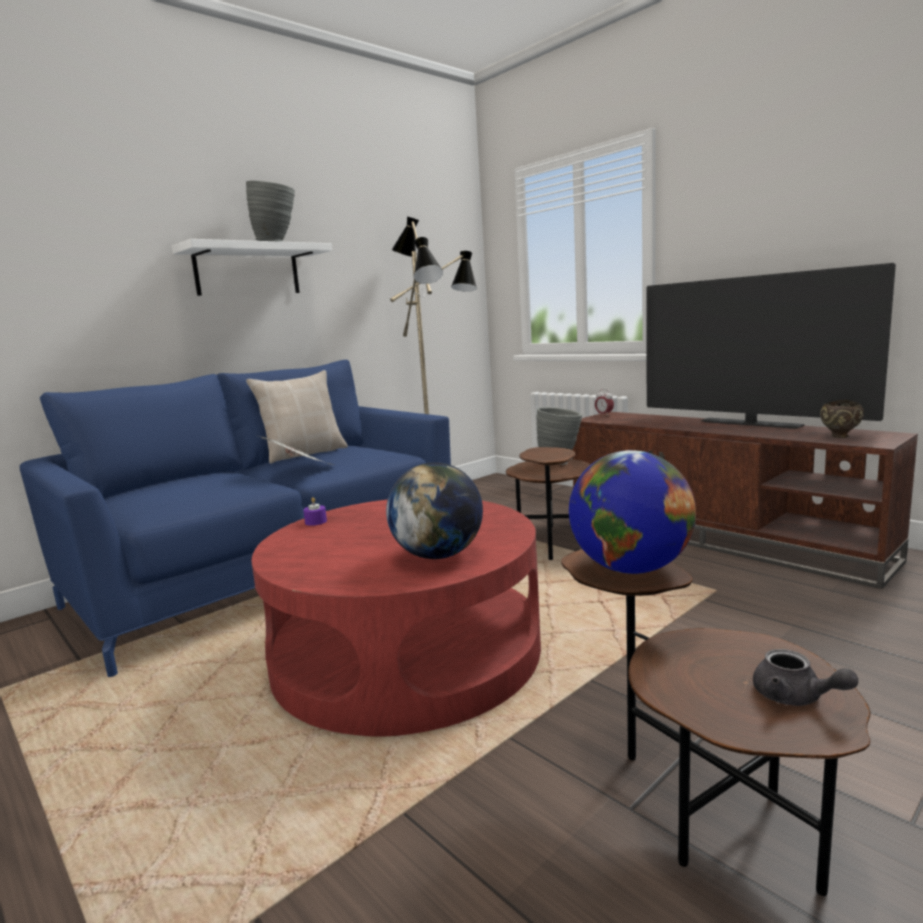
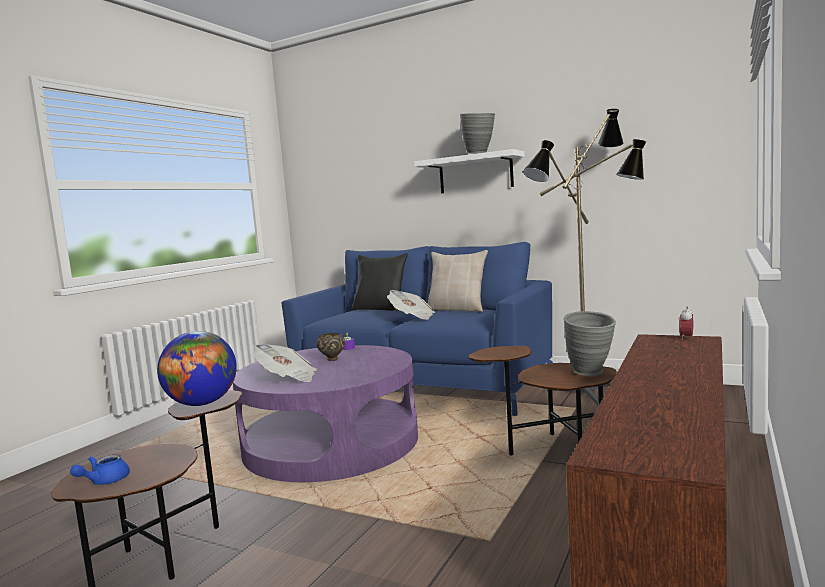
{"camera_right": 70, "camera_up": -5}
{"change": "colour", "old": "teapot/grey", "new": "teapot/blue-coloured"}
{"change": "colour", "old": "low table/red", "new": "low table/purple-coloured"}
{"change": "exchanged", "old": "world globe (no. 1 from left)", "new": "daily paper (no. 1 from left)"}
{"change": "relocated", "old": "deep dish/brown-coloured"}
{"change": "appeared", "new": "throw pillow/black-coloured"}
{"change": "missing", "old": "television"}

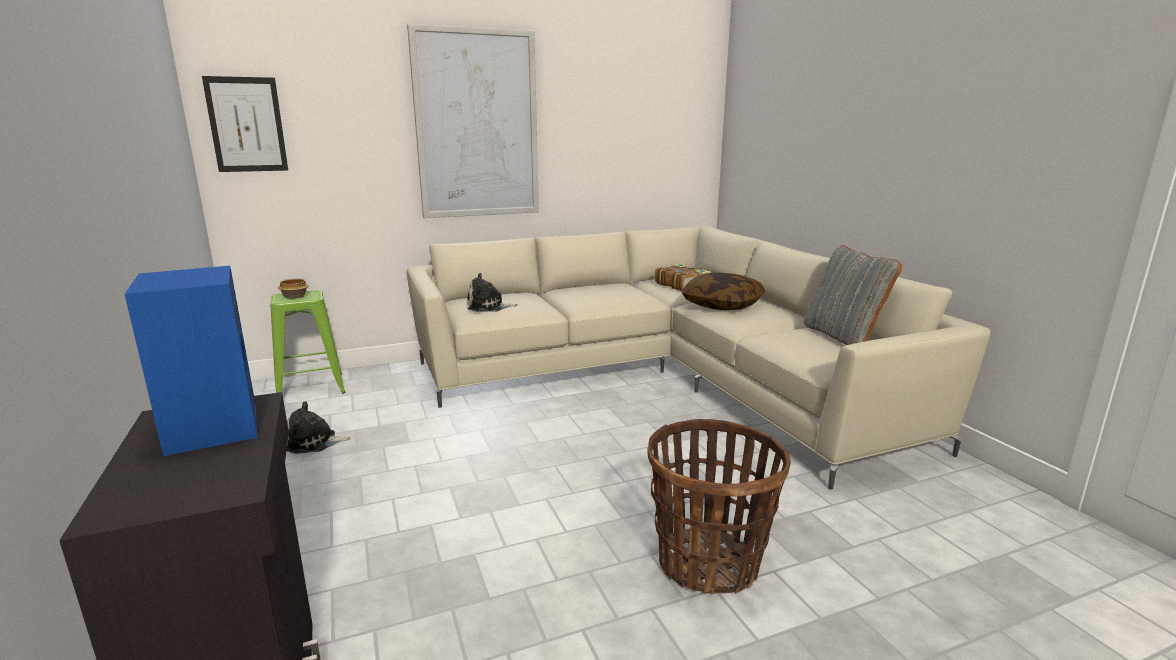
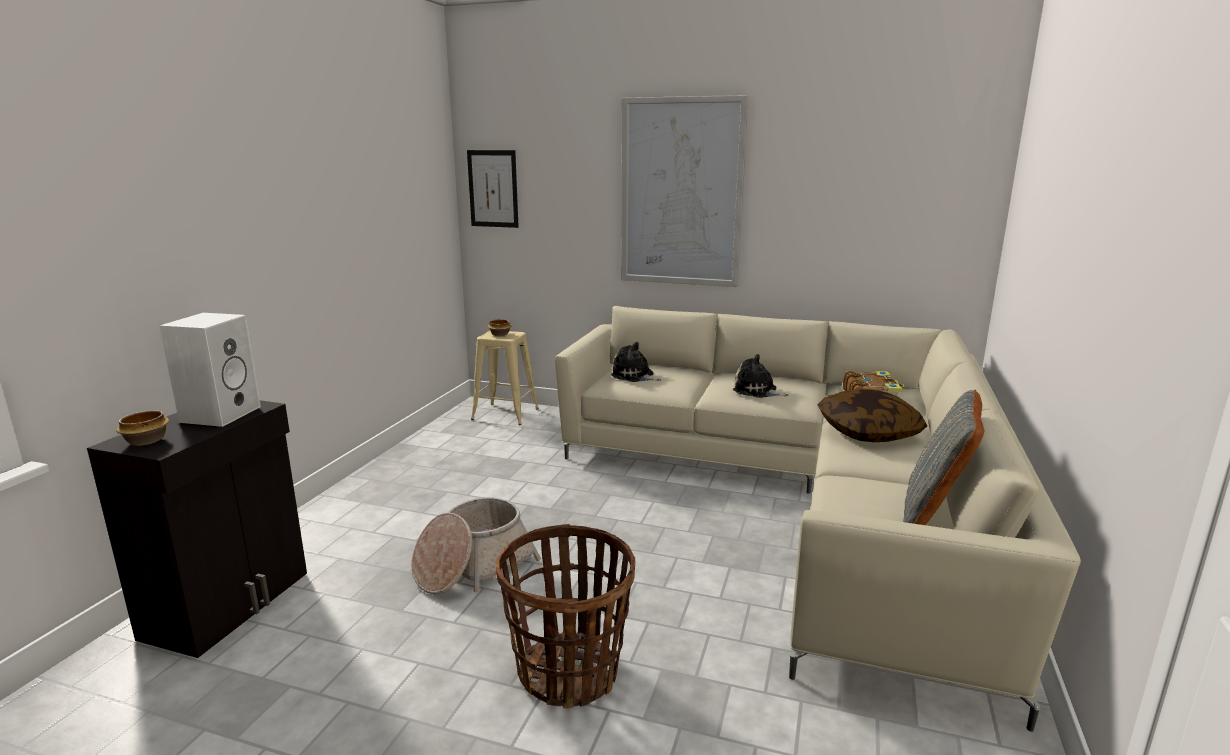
{"camera_right": 40, "camera_up": 0}
{"change": "appeared", "new": "deep dish (no. 1 from left)"}
{"change": "colour", "old": "audio speaker/blue-coloured", "new": "audio speaker/white"}
{"change": "appeared", "new": "storage basket (no. 1 from left)"}
{"change": "colour", "old": "stool seat/greenish", "new": "stool seat/sand-coloured"}
{"change": "relocated", "old": "soft toy (no. 1 from left in the first image)", "new": "soft toy (no. 2 from left)"}

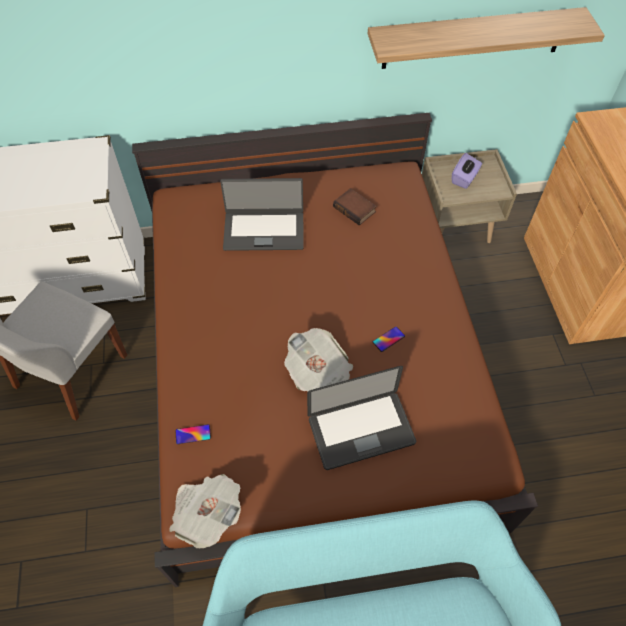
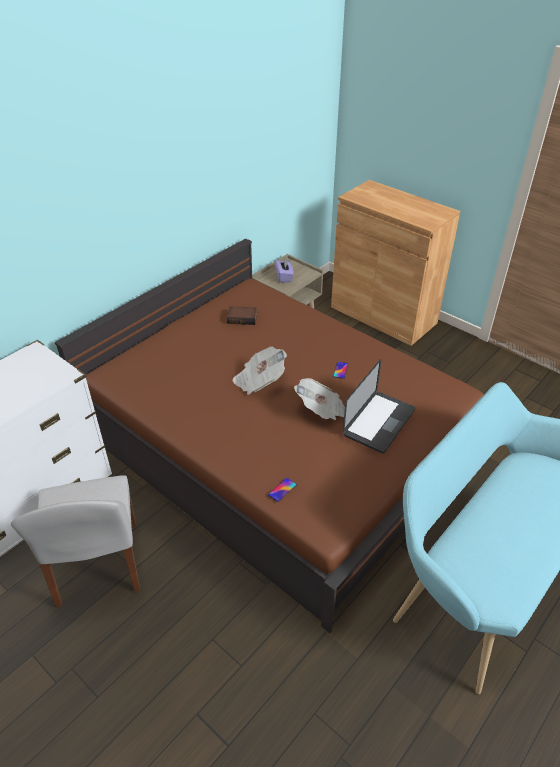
{"camera_right": -40, "camera_up": -15}
{"change": "relocated", "old": "daily paper (no. 1 from left)"}
{"change": "missing", "old": "portable computer (no. 1 from left)"}
{"change": "missing", "old": "bracket shelf"}

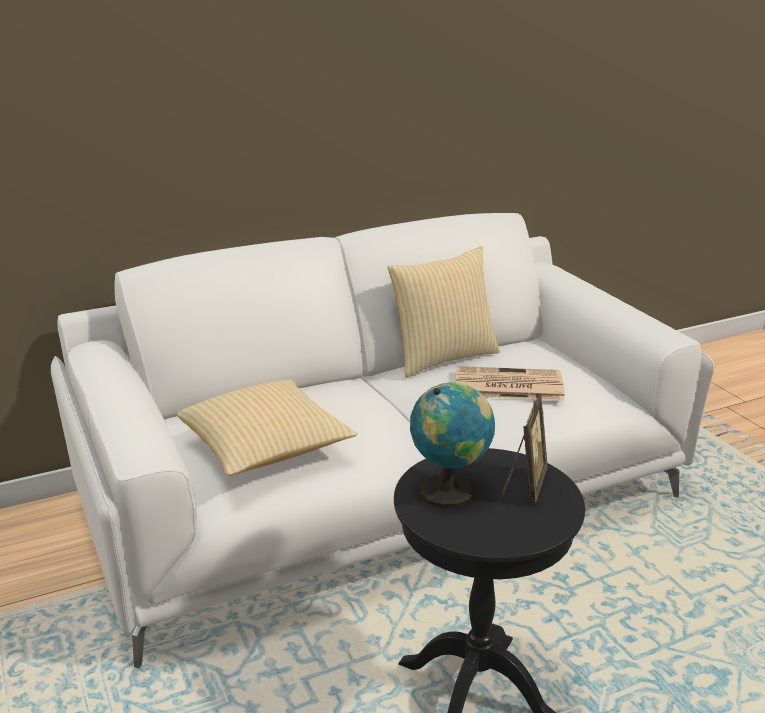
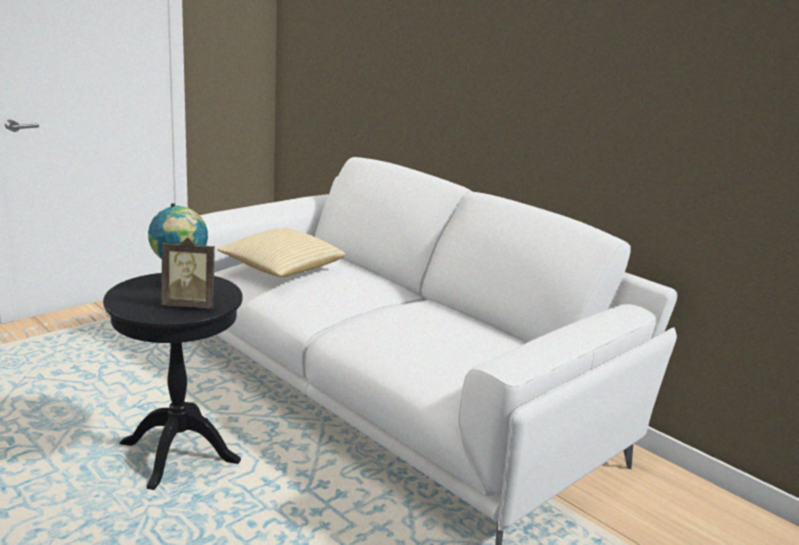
{"camera_right": 70, "camera_up": -5}
{"change": "missing", "old": "throw pillow (no. 2 from left)"}
{"change": "missing", "old": "daily paper"}

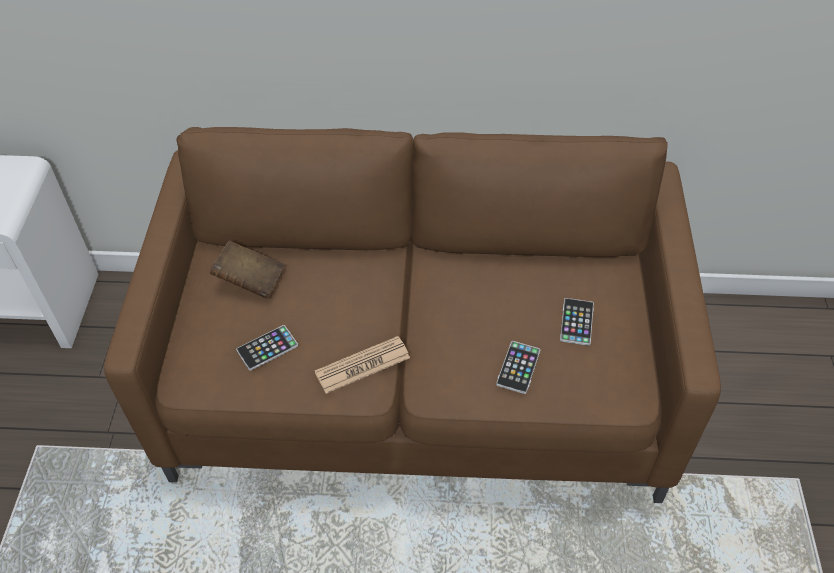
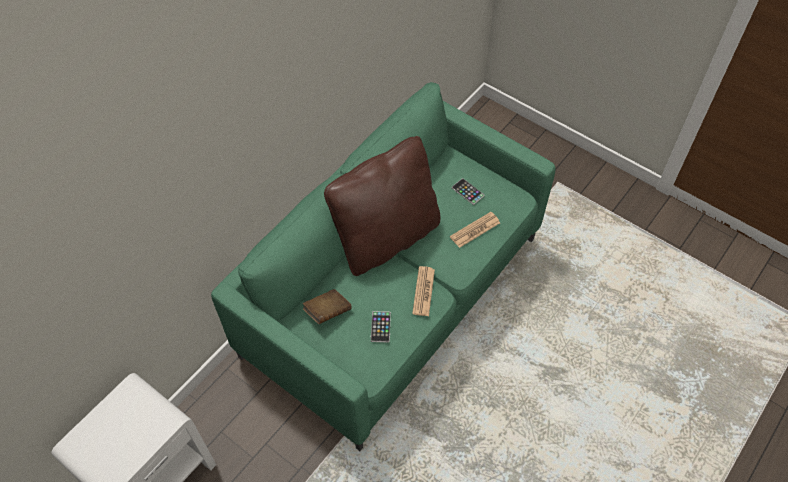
{"camera_right": -55, "camera_up": 5}
{"change": "colour", "old": "couch/brown-coloured", "new": "couch/greenish"}
{"change": "appeared", "new": "throw pillow/brown-coloured"}
{"change": "exchanged", "old": "phone (no. 2 from left)", "new": "daily paper (no. 2 from left)"}

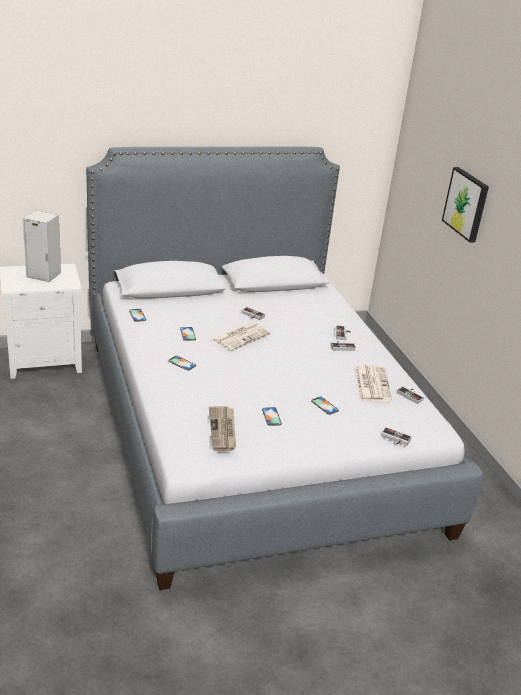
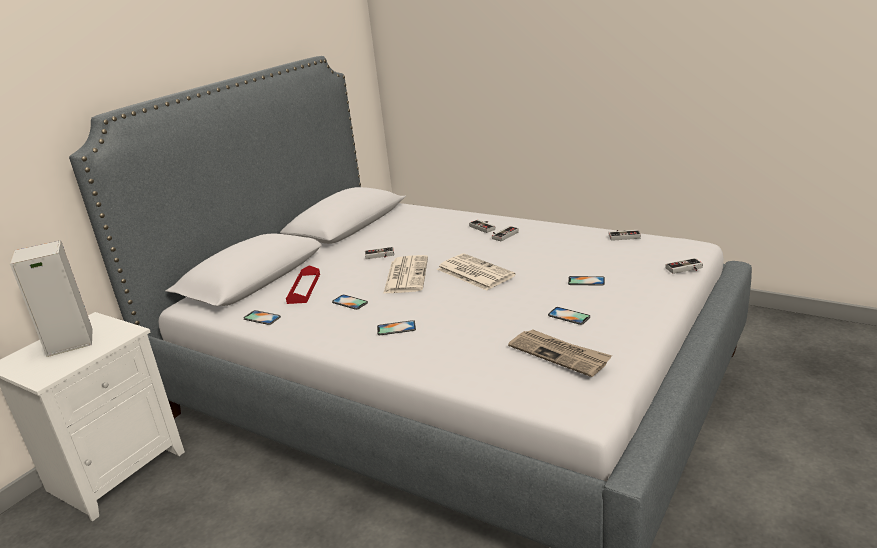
{"camera_right": -35, "camera_up": -5}
{"change": "appeared", "new": "carrying tray/red"}
{"change": "relocated", "old": "daily paper (no. 3 from left in the first image)", "new": "daily paper (no. 2 from left)"}
{"change": "missing", "old": "picture"}

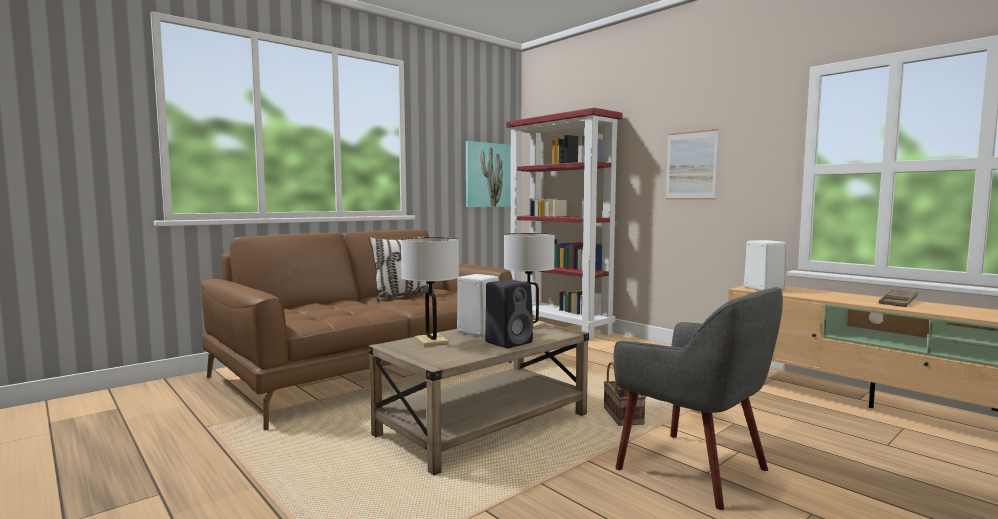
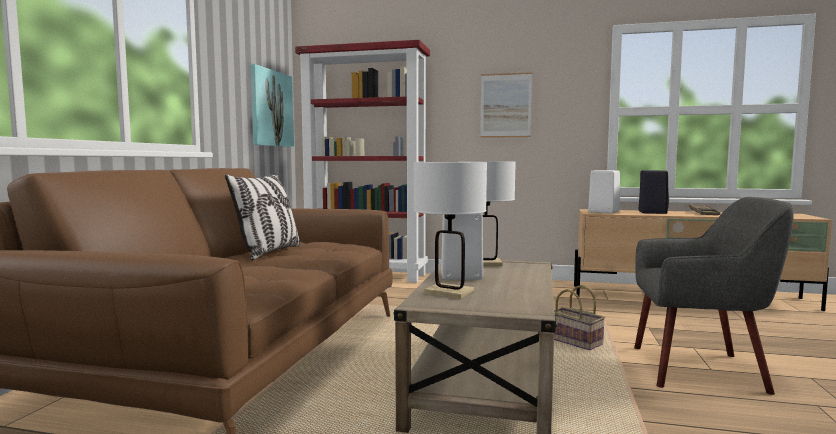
{"camera_right": -35, "camera_up": 0}
{"change": "relocated", "old": "audio speaker/black-coloured"}

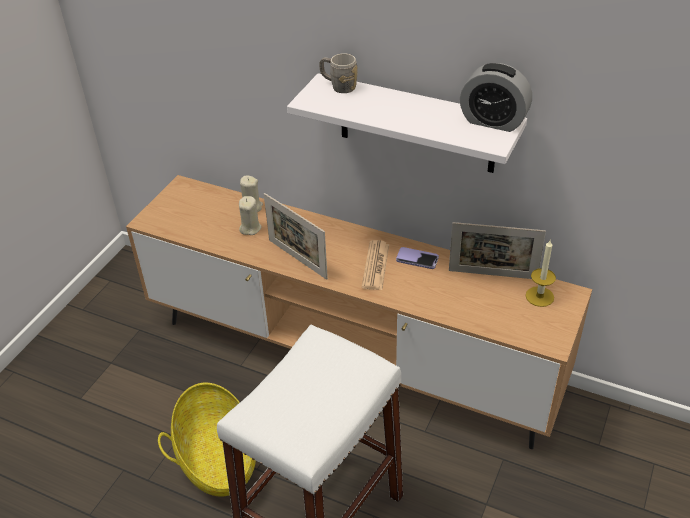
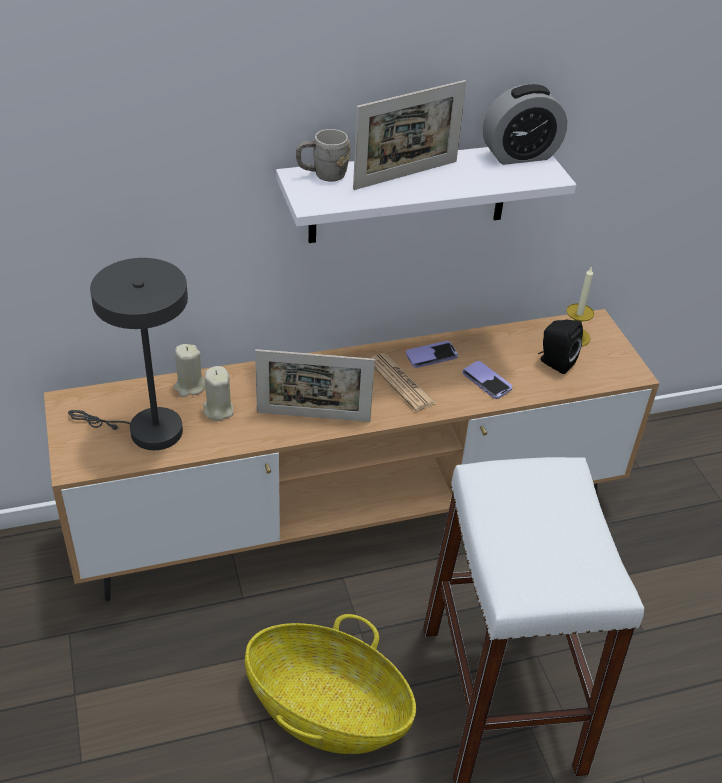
{"camera_right": -45, "camera_up": 0}
{"change": "appeared", "new": "tabletop lamp/grey"}
{"change": "relocated", "old": "standing frame (no. 2 from left)"}
{"change": "appeared", "new": "phone (no. 2 from left)"}
{"change": "appeared", "new": "audio speaker/black-coloured"}

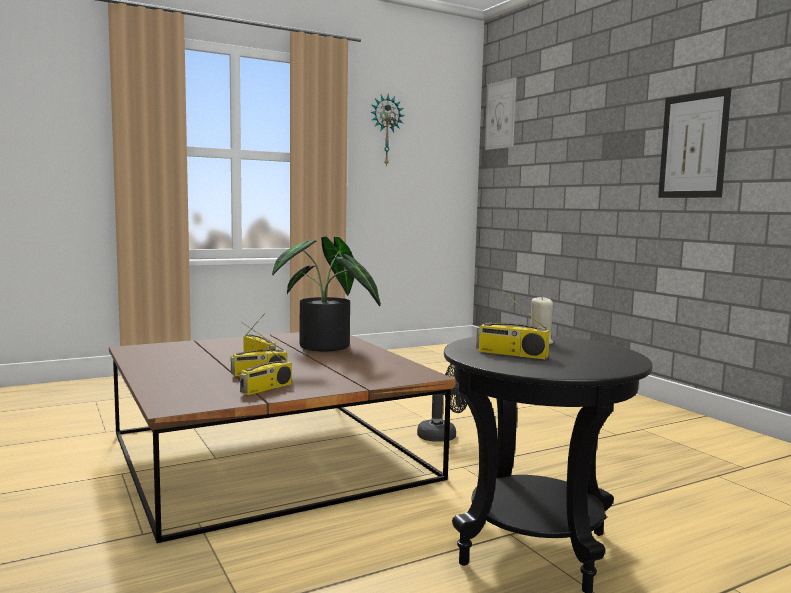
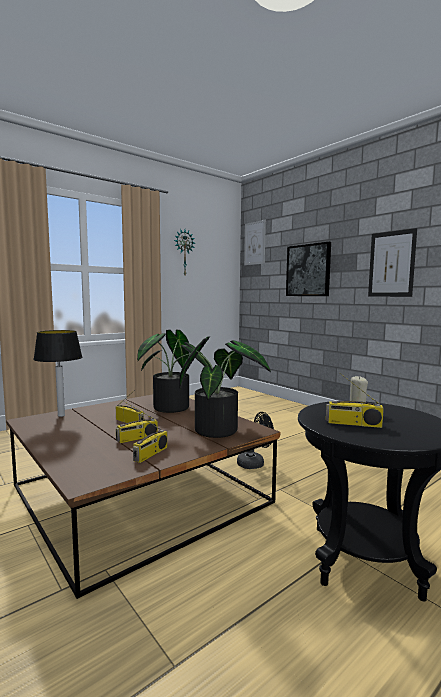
{"camera_right": -10, "camera_up": 0}
{"change": "appeared", "new": "tabletop lamp"}
{"change": "appeared", "new": "houseplant (no. 2 from left)"}
{"change": "appeared", "new": "picture (no. 2 from left)"}

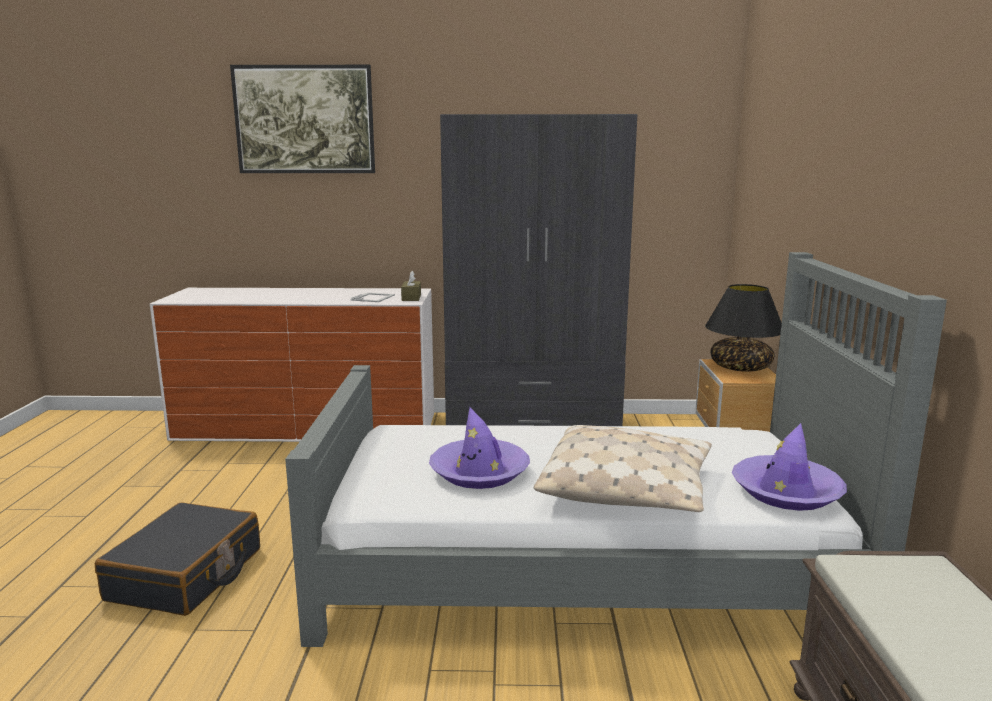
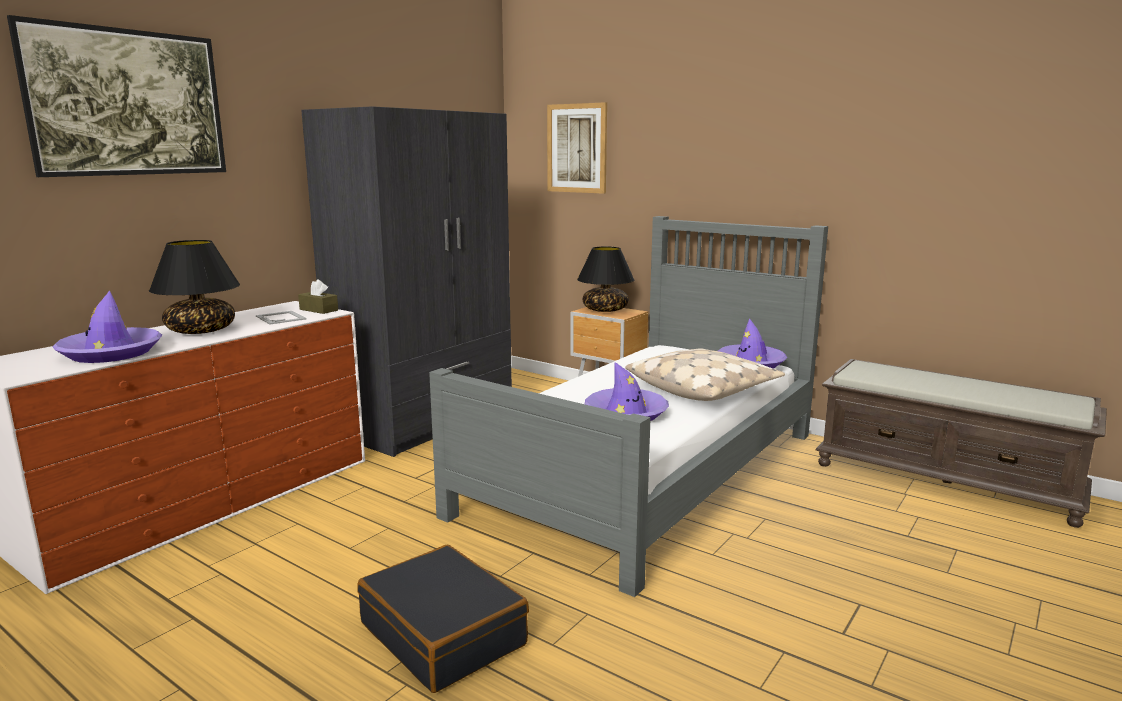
{"camera_right": -55, "camera_up": 0}
{"change": "appeared", "new": "hat/purple-coloured (no. 1 from left)"}
{"change": "appeared", "new": "tabletop lamp/black-coloured (no. 1 from left)"}
{"change": "appeared", "new": "picture (no. 2 from left)"}

